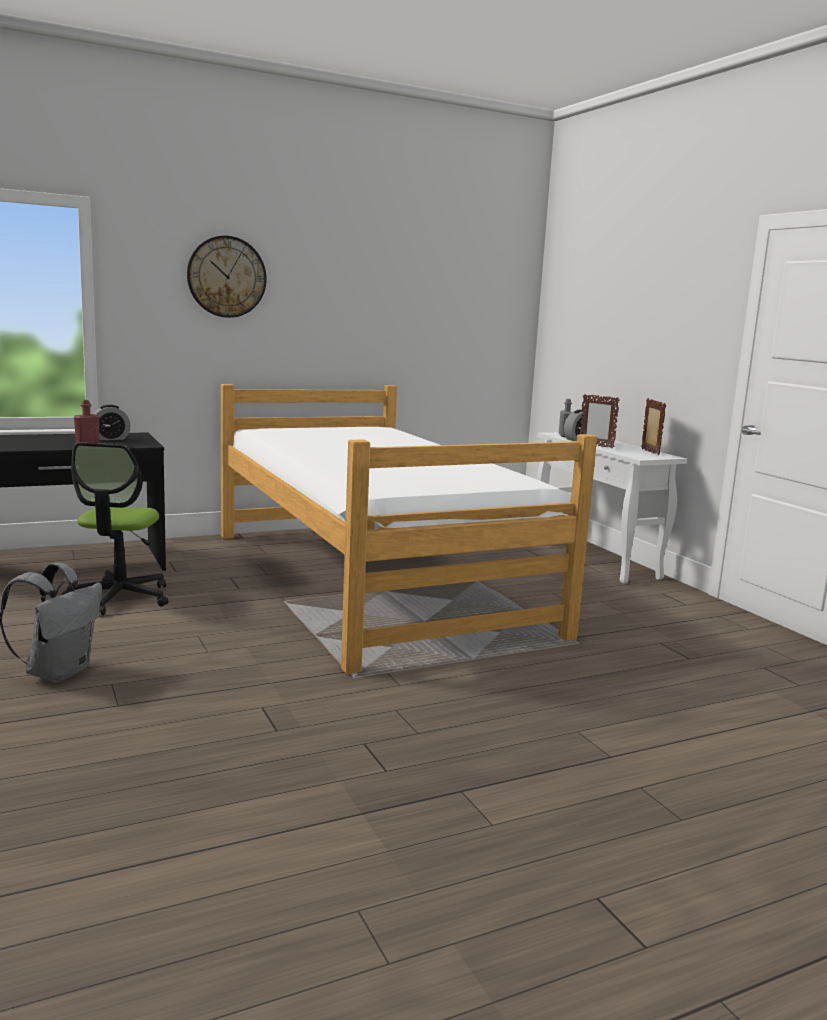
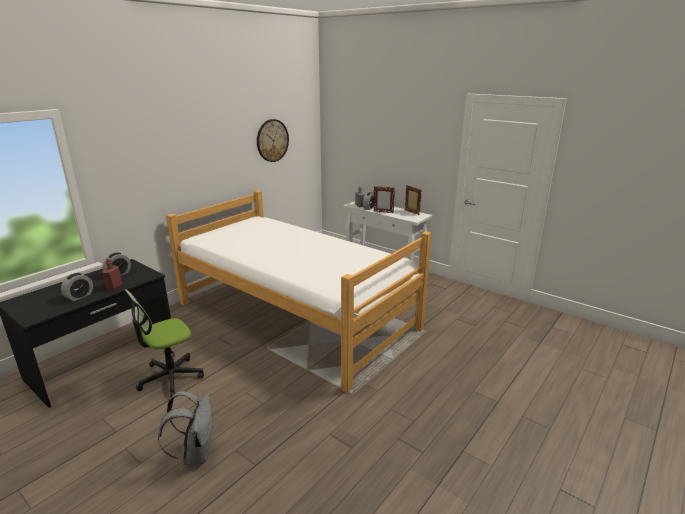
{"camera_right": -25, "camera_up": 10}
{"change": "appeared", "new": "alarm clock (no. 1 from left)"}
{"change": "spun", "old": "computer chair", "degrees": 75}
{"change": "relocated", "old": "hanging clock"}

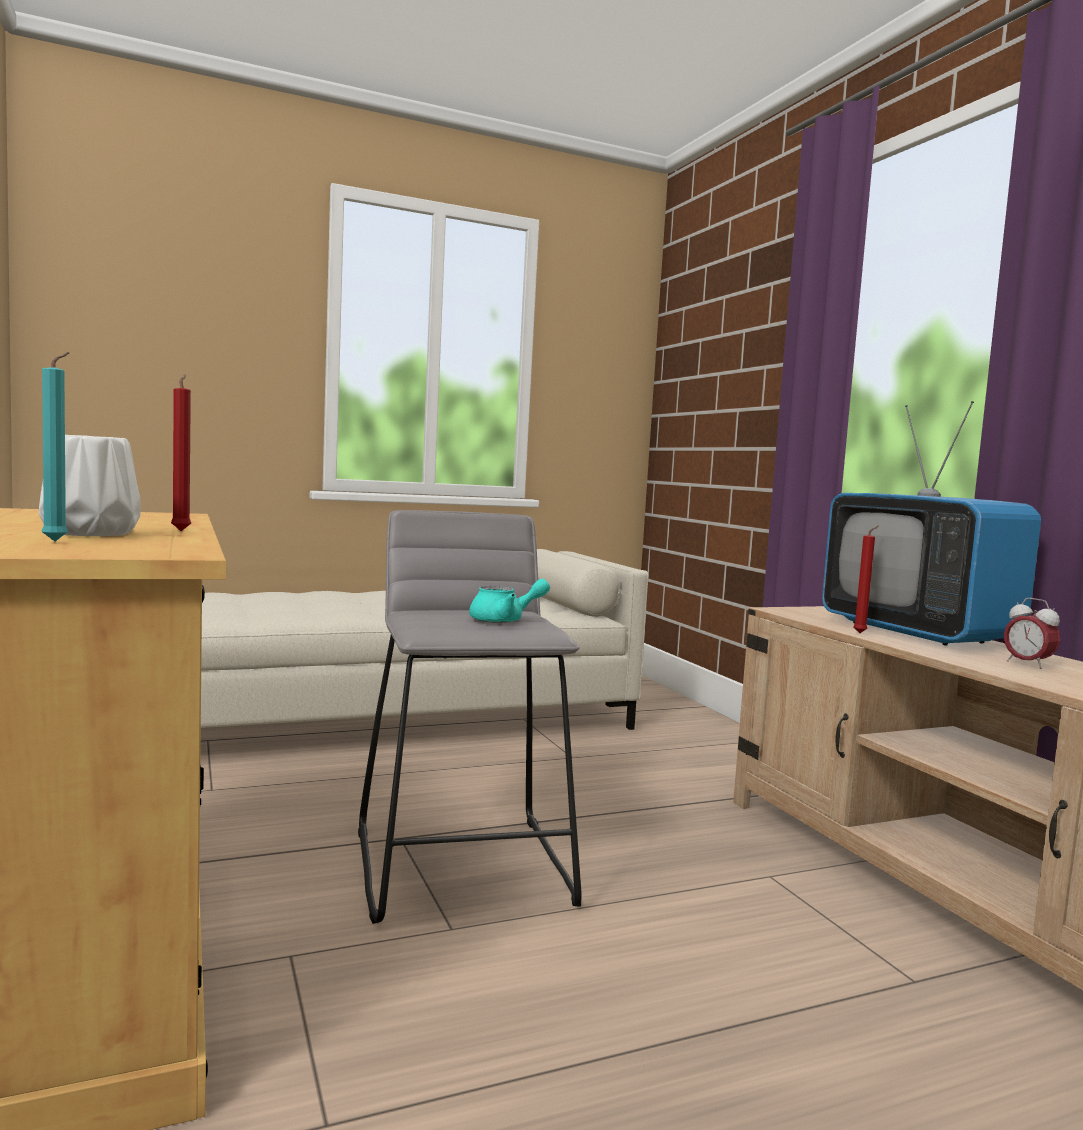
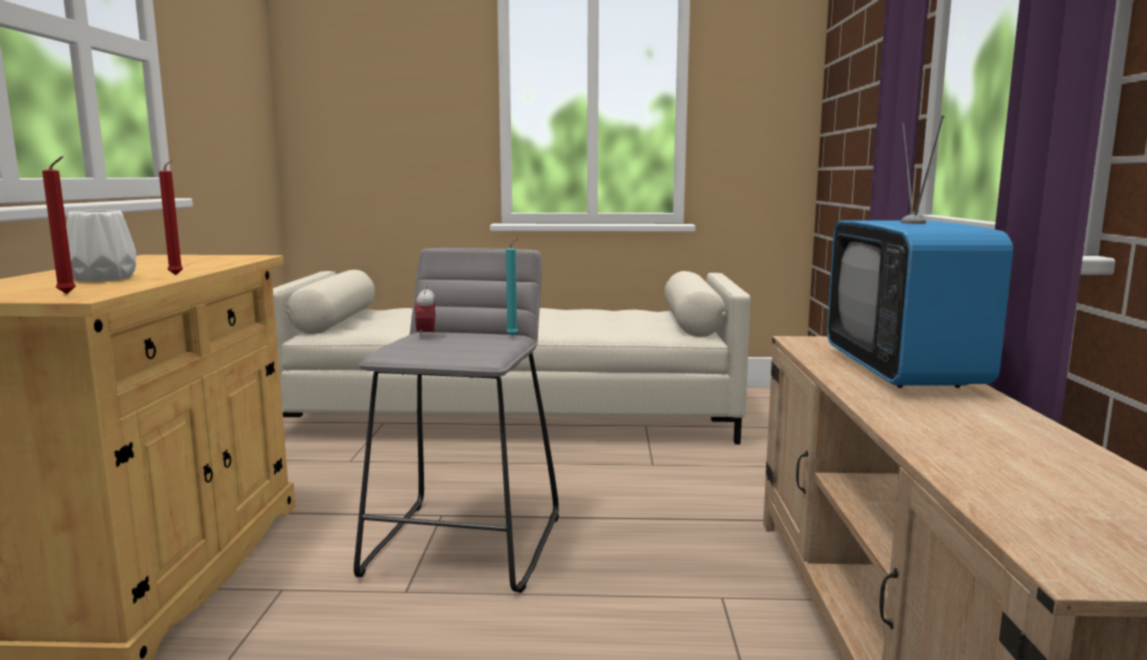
{"camera_right": 25, "camera_up": 5}
{"change": "relocated", "old": "candle/red (no. 2 from left in the first image)", "new": "candle/red (no. 1 from left)"}
{"change": "relocated", "old": "alarm clock"}
{"change": "relocated", "old": "candle/blue-green"}
{"change": "missing", "old": "teapot/blue-green"}

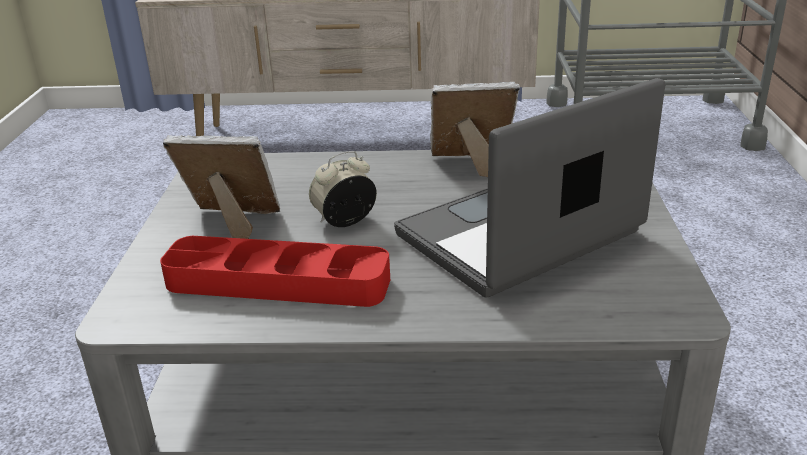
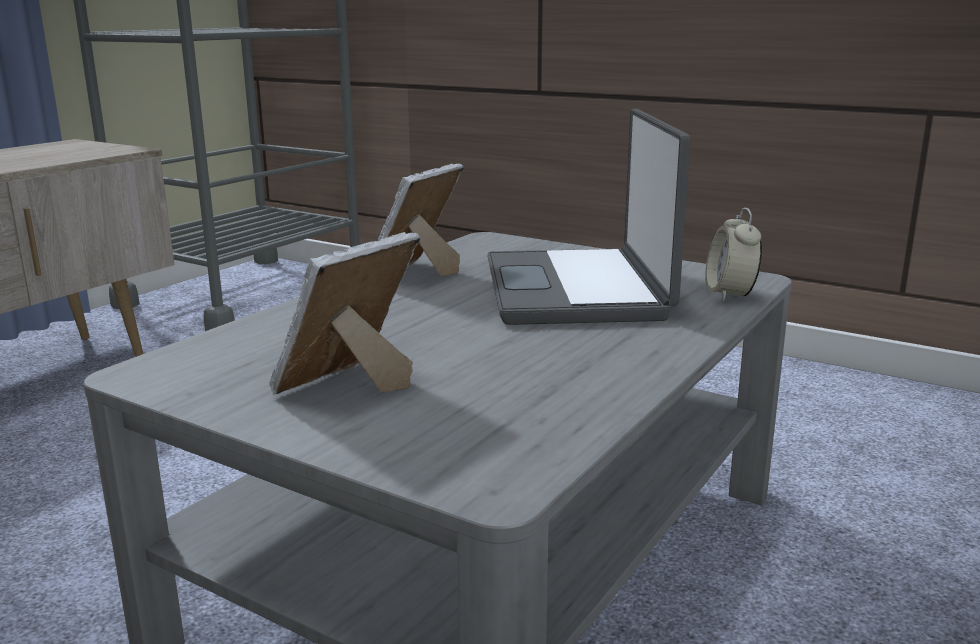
{"camera_right": -60, "camera_up": -10}
{"change": "relocated", "old": "alarm clock"}
{"change": "missing", "old": "carrying tray/red"}

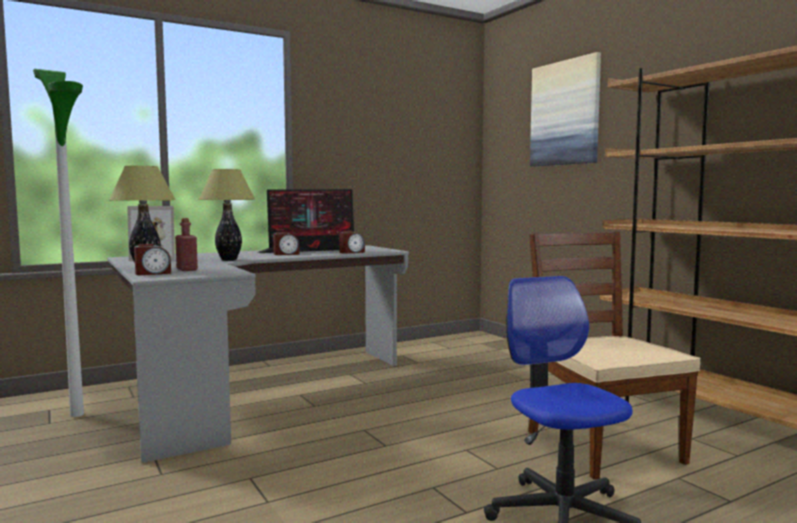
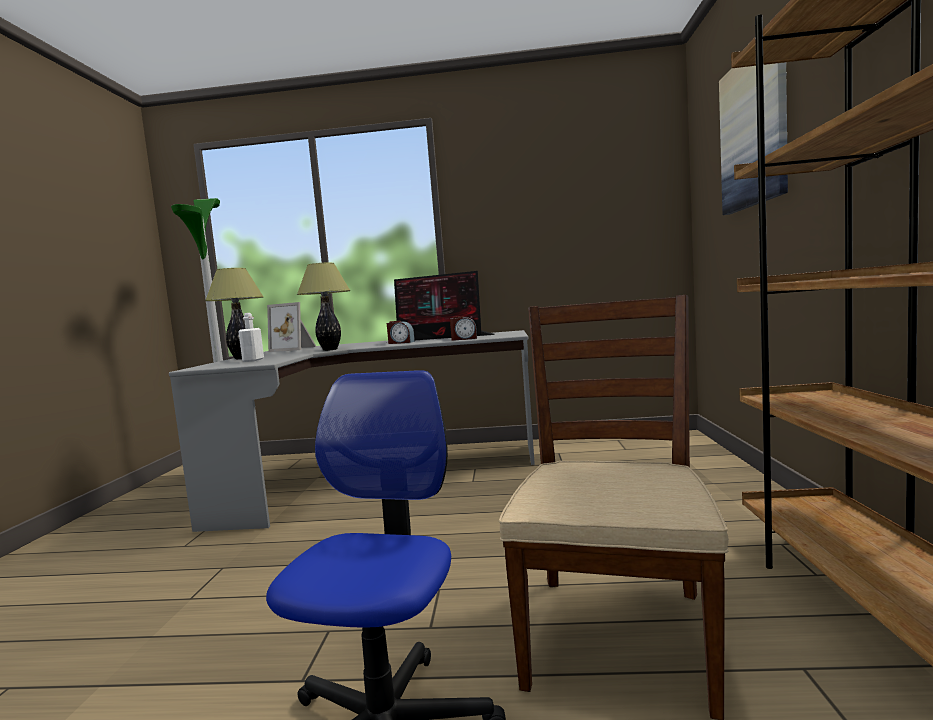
{"camera_right": 35, "camera_up": 0}
{"change": "colour", "old": "bottle/red", "new": "bottle/white"}
{"change": "missing", "old": "alarm clock (no. 1 from left)"}

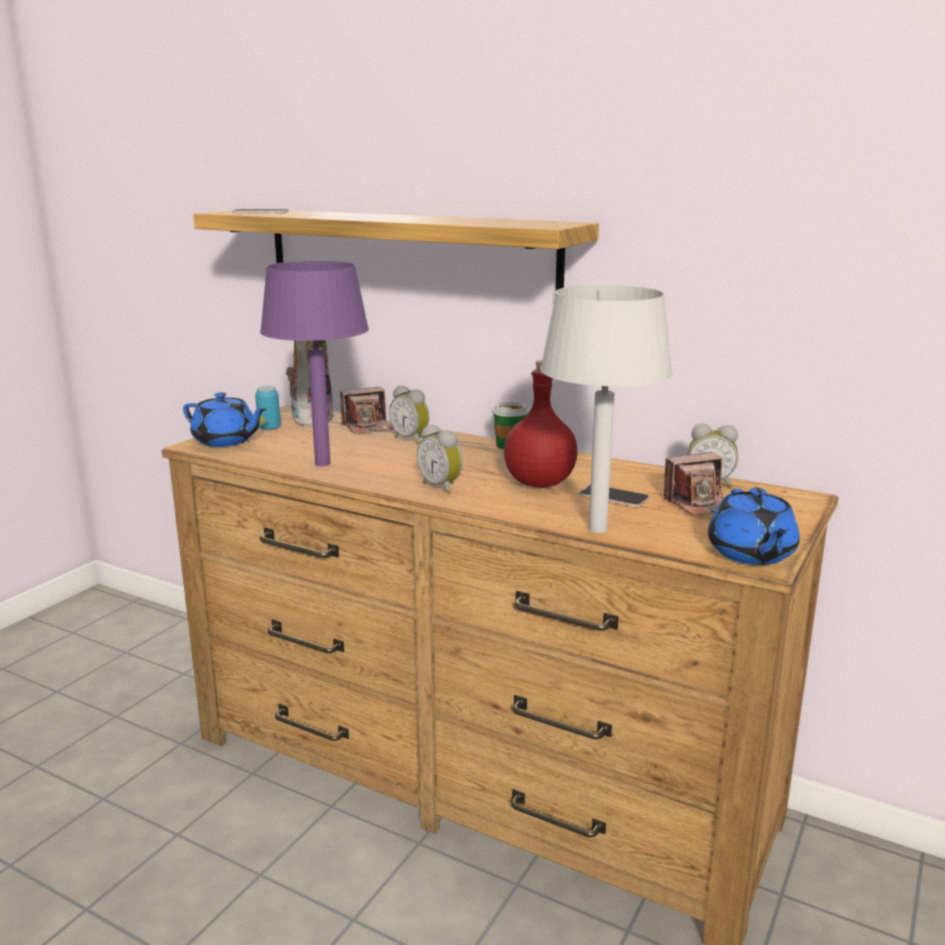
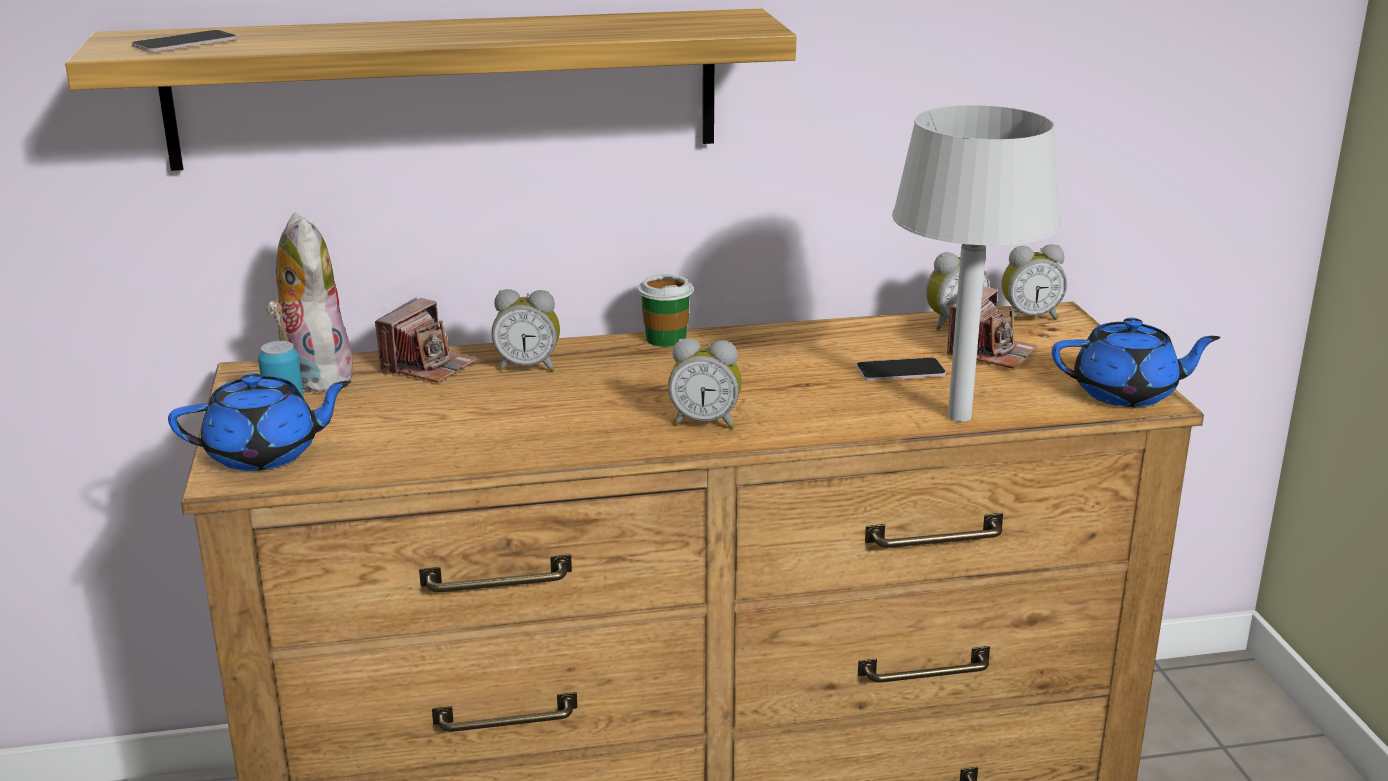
{"camera_right": -40, "camera_up": 5}
{"change": "appeared", "new": "alarm clock (no. 4 from left)"}
{"change": "spun", "old": "teapot/blue-coloured (no. 2 from left)", "degrees": -45}
{"change": "missing", "old": "tabletop lamp/purple-coloured"}
{"change": "missing", "old": "bottle/red"}

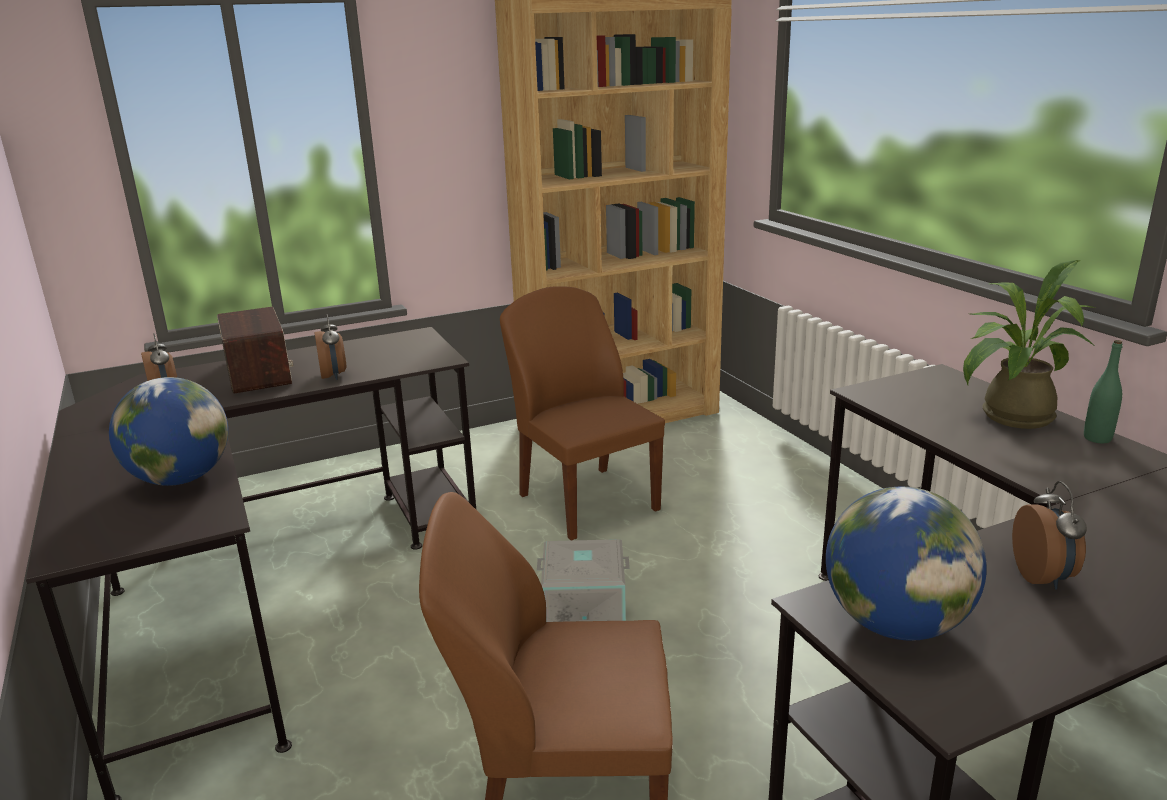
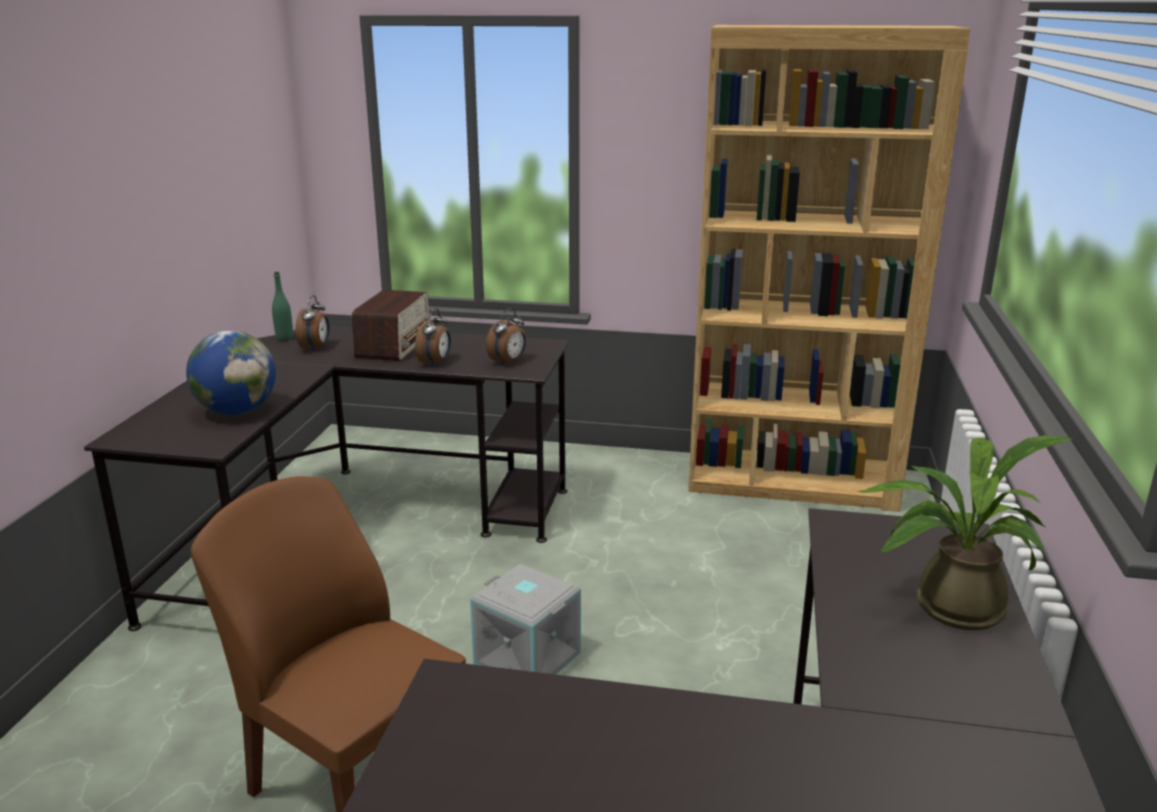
{"camera_right": 35, "camera_up": 0}
{"change": "relocated", "old": "bottle/greenish"}
{"change": "relocated", "old": "alarm clock (no. 3 from left)"}
{"change": "missing", "old": "chair/brown-coloured (no. 2 from left)"}
{"change": "missing", "old": "world globe (no. 2 from left)"}

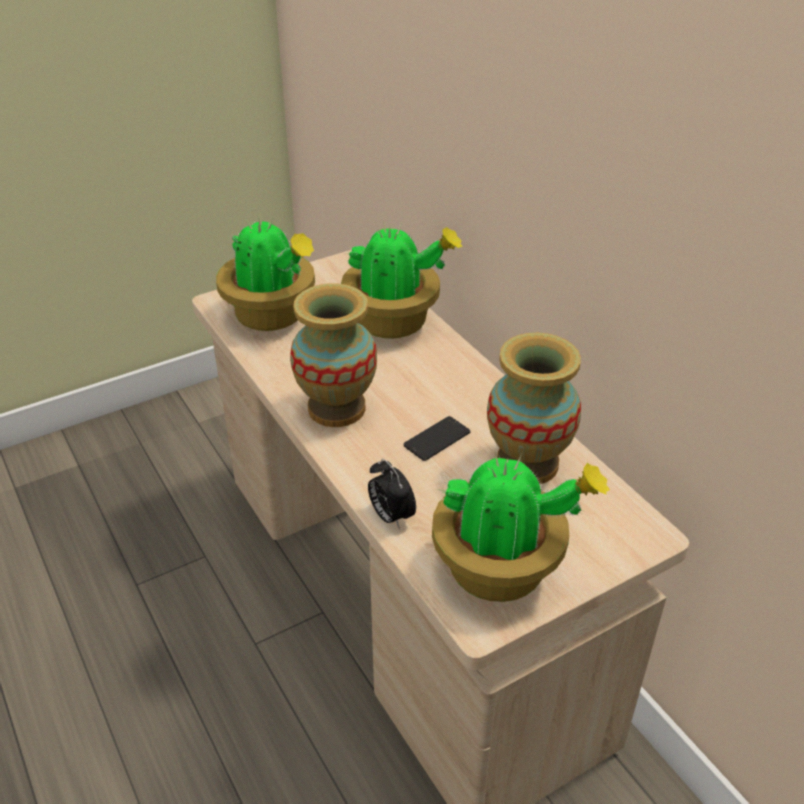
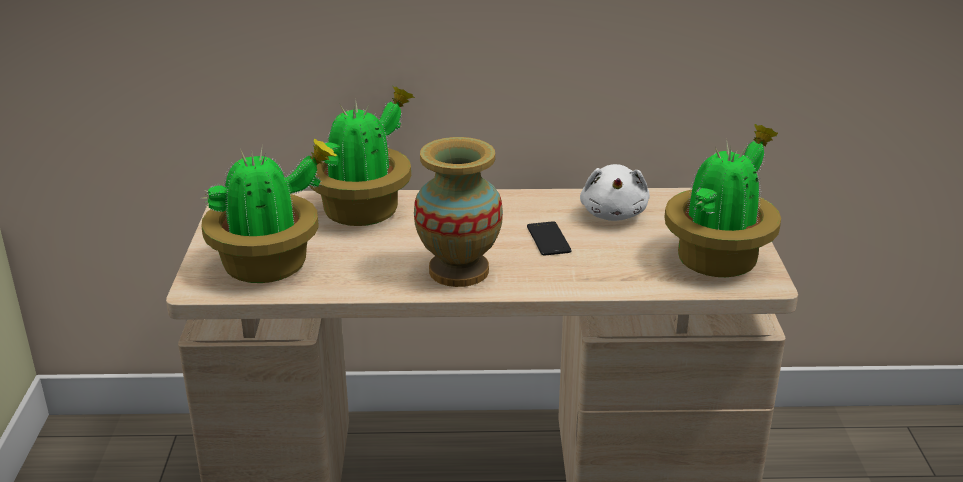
{"camera_right": -60, "camera_up": -10}
{"change": "exchanged", "old": "vase (no. 2 from left)", "new": "soft toy/white"}
{"change": "missing", "old": "alarm clock"}

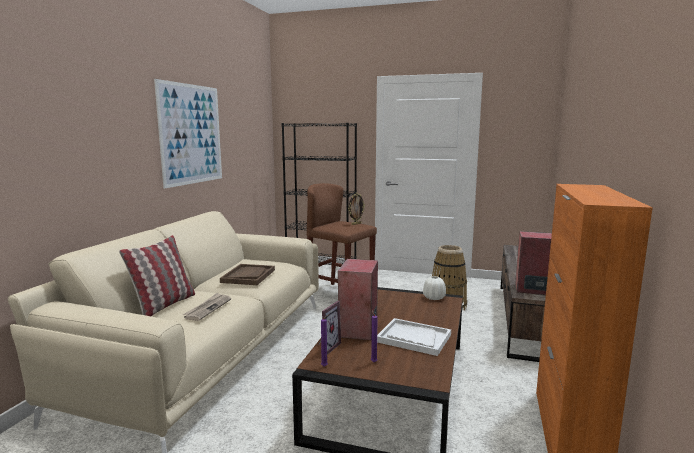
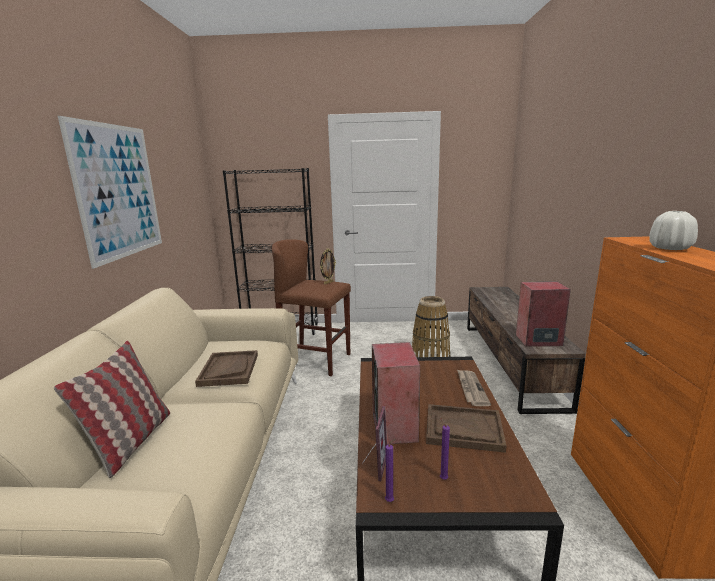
{"camera_right": -15, "camera_up": 5}
{"change": "colour", "old": "carrying tray/white", "new": "carrying tray/brown-coloured (no. 2 from left)"}
{"change": "relocated", "old": "daily paper"}
{"change": "relocated", "old": "vase/white"}

